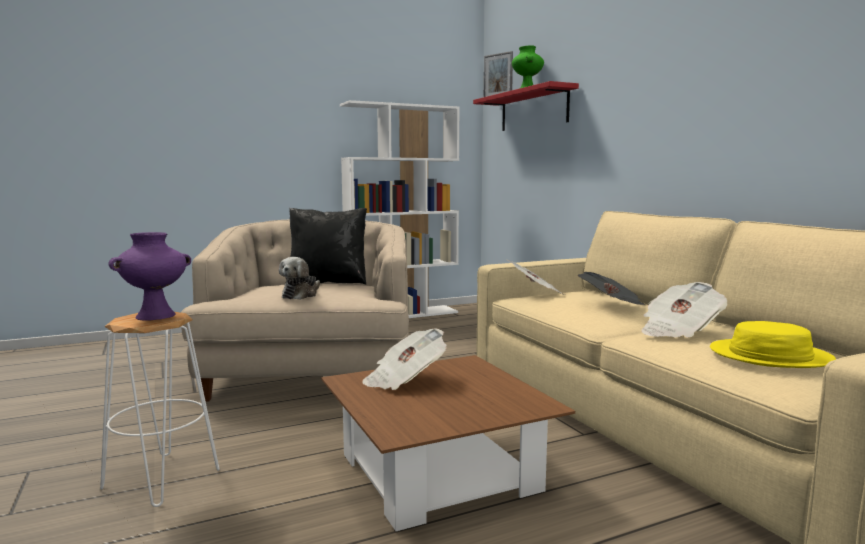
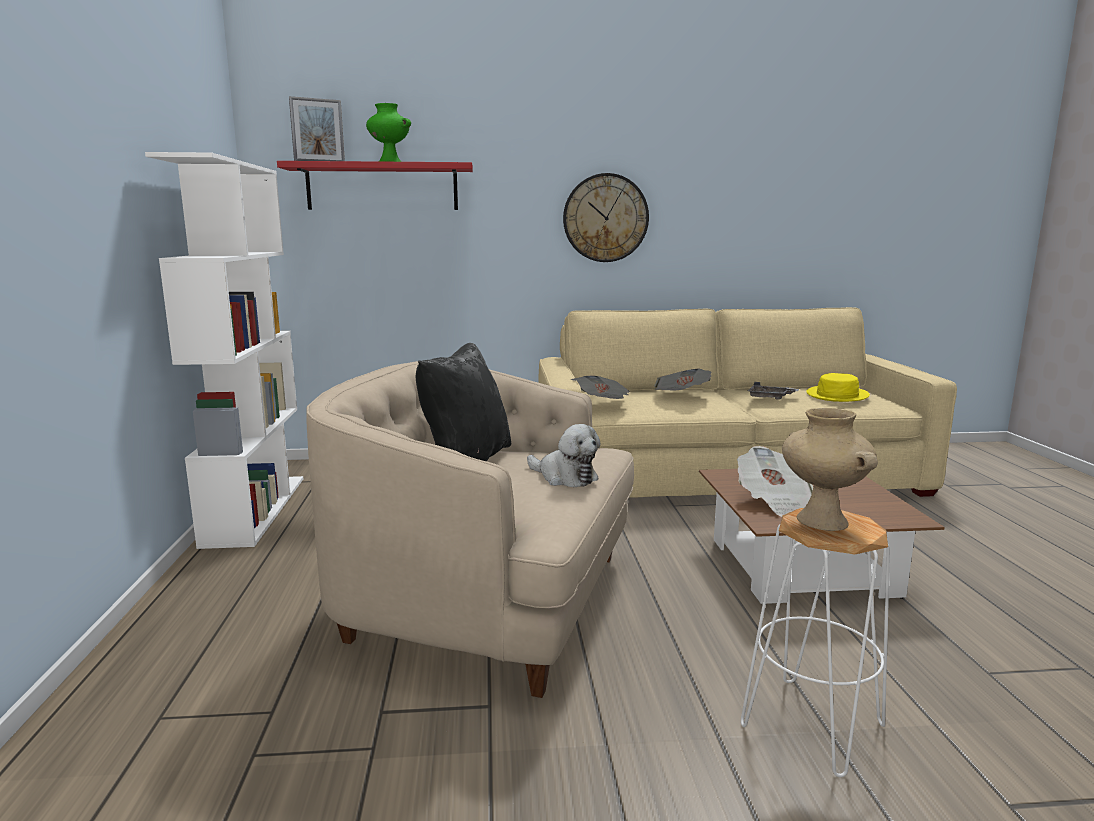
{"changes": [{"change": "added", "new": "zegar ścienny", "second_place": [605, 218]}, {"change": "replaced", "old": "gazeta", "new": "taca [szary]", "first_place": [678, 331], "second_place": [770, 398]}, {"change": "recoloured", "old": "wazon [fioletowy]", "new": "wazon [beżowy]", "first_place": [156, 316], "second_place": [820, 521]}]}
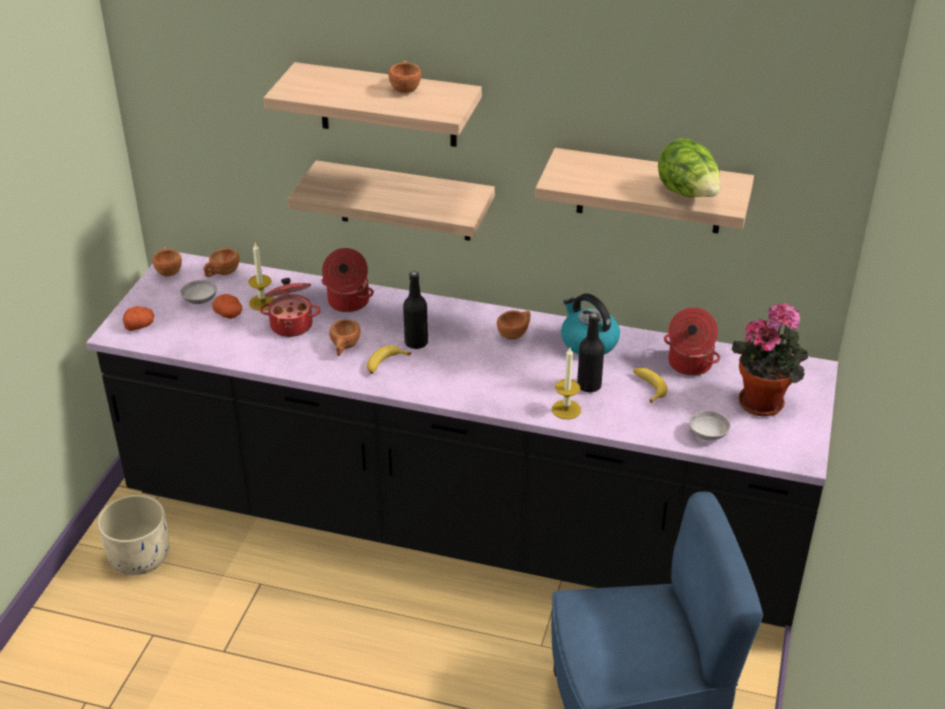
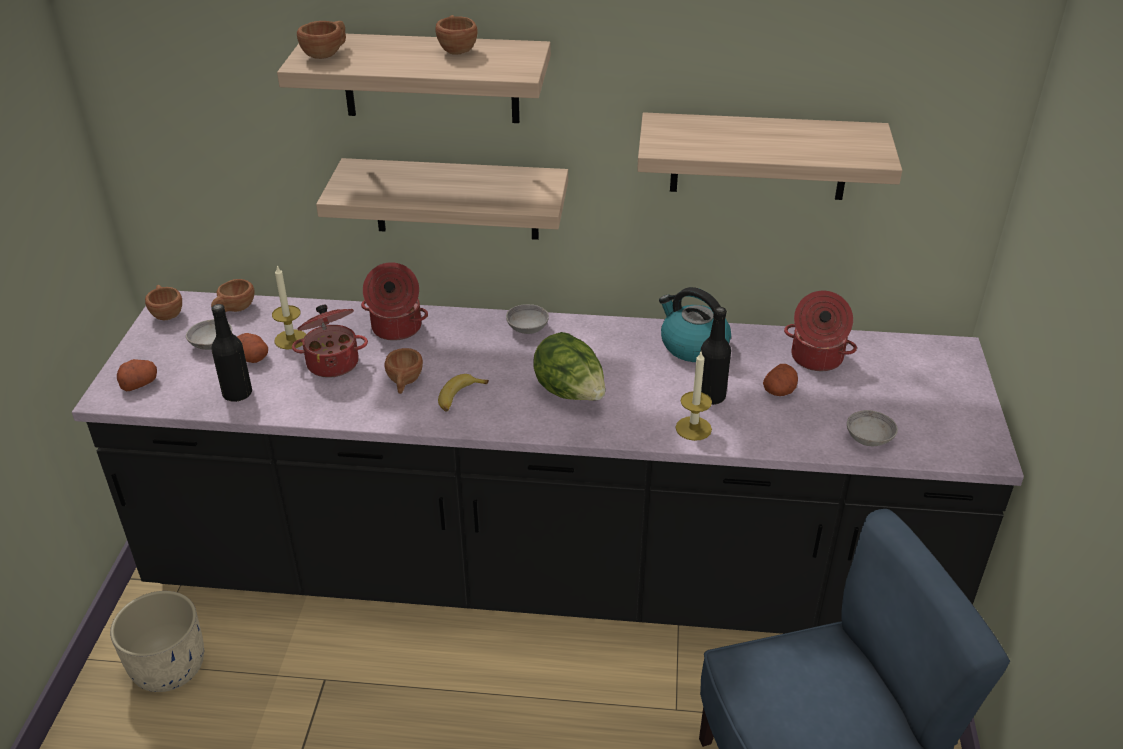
{"changes": [{"change": "moved", "old": "butelka [czarny]", "first_place": [416, 343], "second_place": [237, 394]}, {"change": "moved", "old": "filiżanka [brązowy]", "first_place": [515, 333], "second_place": [327, 54]}, {"change": "added", "new": "miska [szary]", "second_place": [527, 328]}, {"change": "moved", "old": "sałata", "first_place": [688, 194], "second_place": [570, 393]}, {"change": "replaced", "old": "banan", "new": "ziemniak", "first_place": [647, 387], "second_place": [779, 391]}, {"change": "removed", "old": "roślina doniczkowa", "first_place": [764, 401]}]}
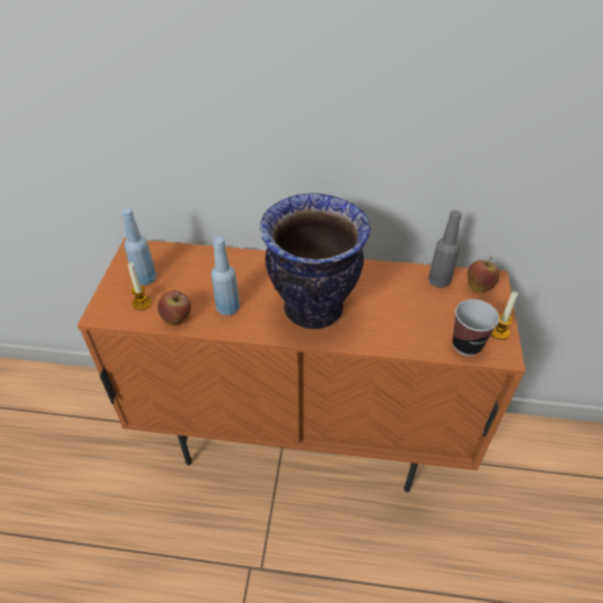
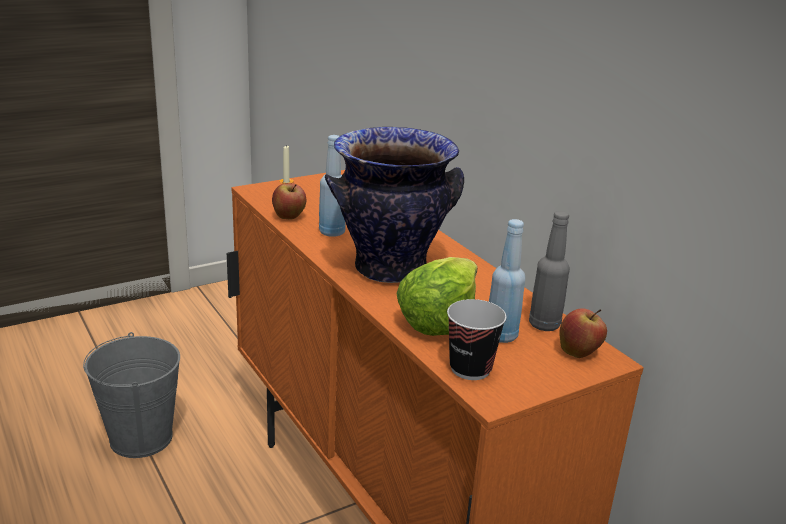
{"changes": [{"change": "added", "new": "wiadro [szary]", "second_place": [141, 438]}, {"change": "added", "new": "sałata", "second_place": [438, 318]}, {"change": "moved", "old": "butelka [niebieski]", "first_place": [145, 278], "second_place": [501, 336]}, {"change": "removed", "old": "świeca", "first_place": [499, 332]}]}
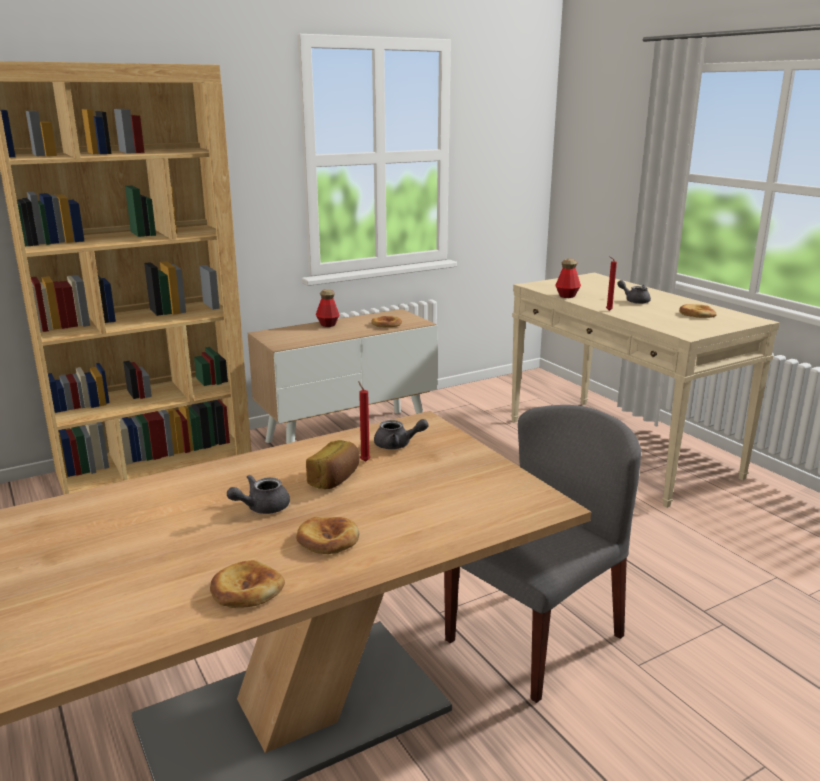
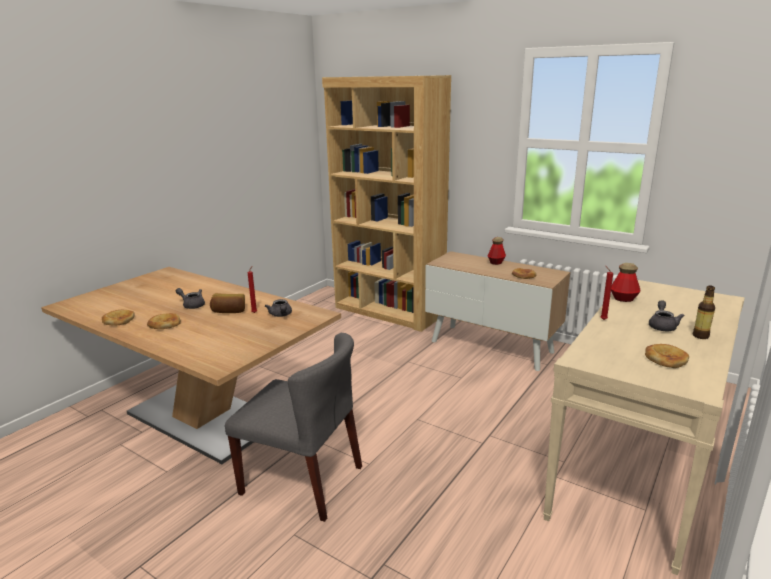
{"changes": [{"change": "added", "new": "butelka", "second_place": [700, 336]}]}
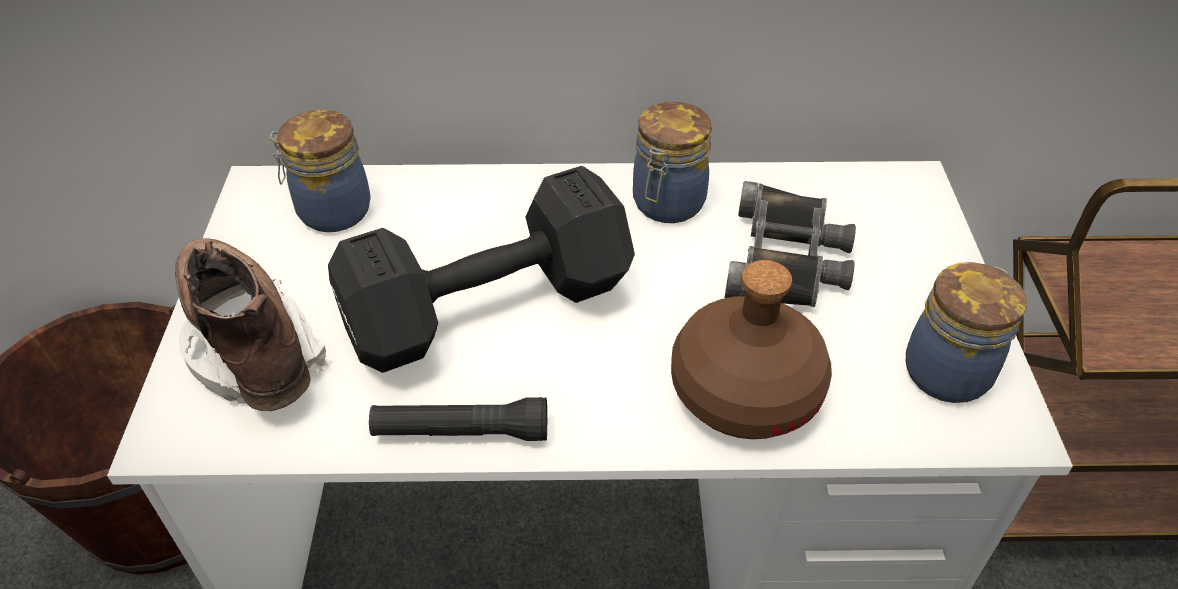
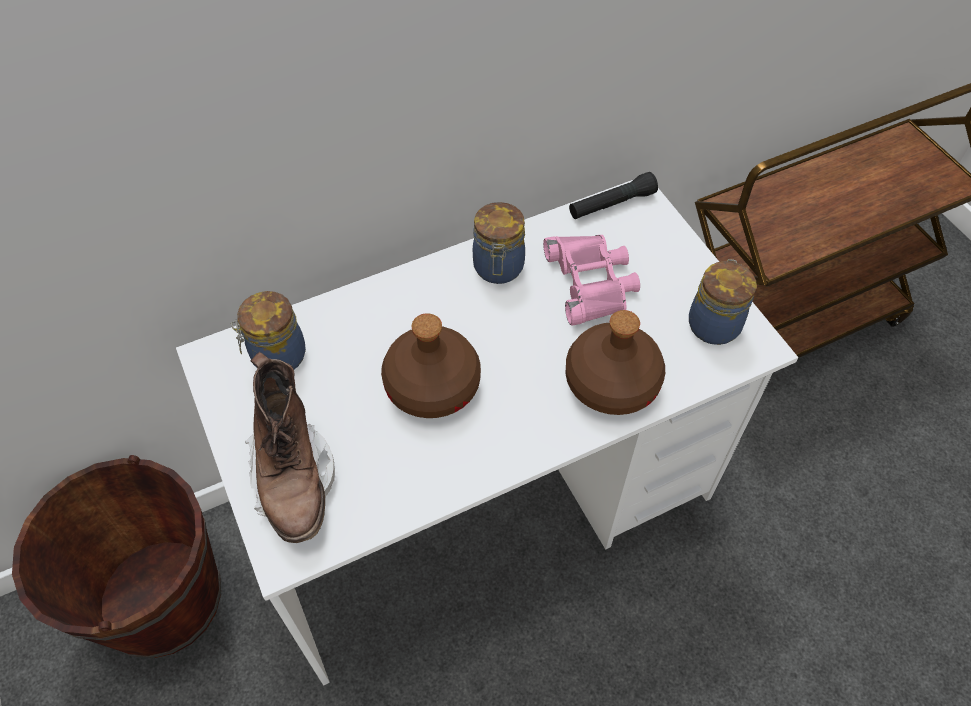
{"changes": [{"change": "turned", "old": "but z cholewką [brązowy]", "first_place": [250, 348], "second_place": [294, 477], "degrees": -135}, {"change": "replaced", "old": "hantel [czarny]", "new": "butelka [brązowy]", "first_place": [495, 307], "second_place": [433, 385]}, {"change": "recoloured", "old": "lornetka [czarny]", "new": "lornetka [różowy]", "first_place": [787, 259], "second_place": [591, 282]}, {"change": "moved", "old": "latarka [czarny]", "first_place": [461, 432], "second_place": [611, 204]}]}
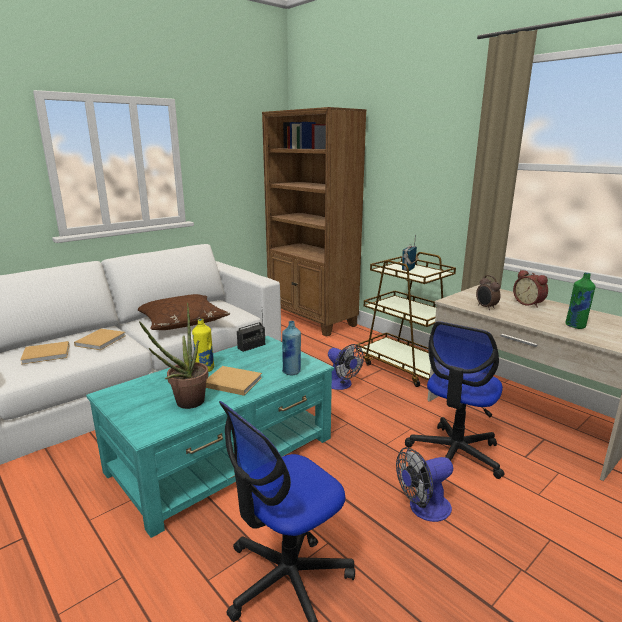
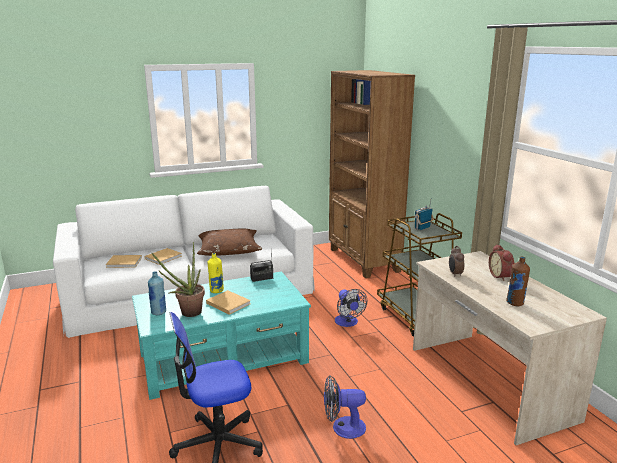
{"changes": [{"change": "moved", "old": "butelka [niebieski]", "first_place": [291, 372], "second_place": [158, 312]}, {"change": "recoloured", "old": "butelka [zielony]", "new": "butelka [brązowy]", "first_place": [575, 326], "second_place": [515, 303]}, {"change": "removed", "old": "krzesło biurowe", "first_place": [455, 454]}]}
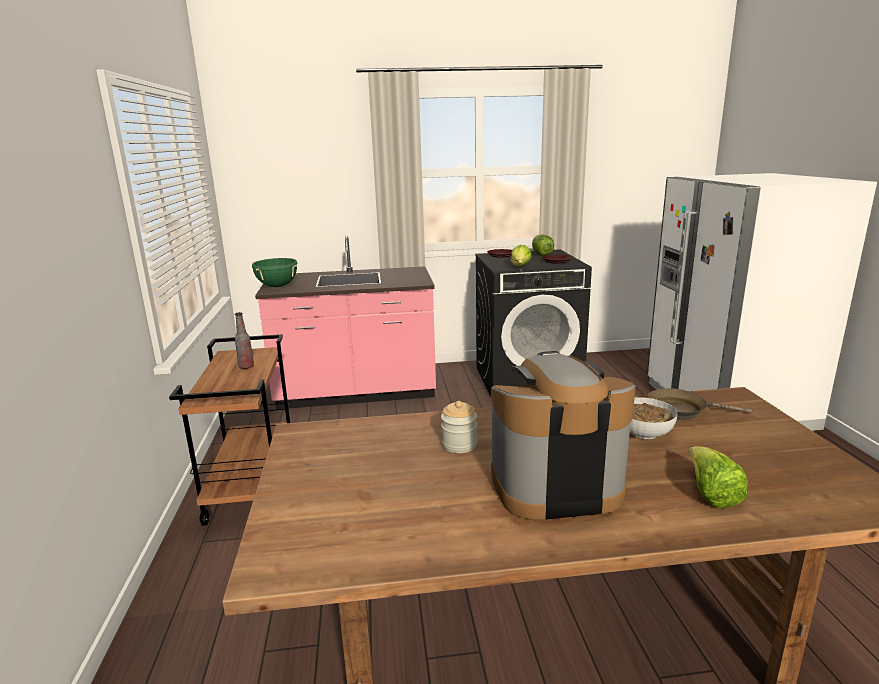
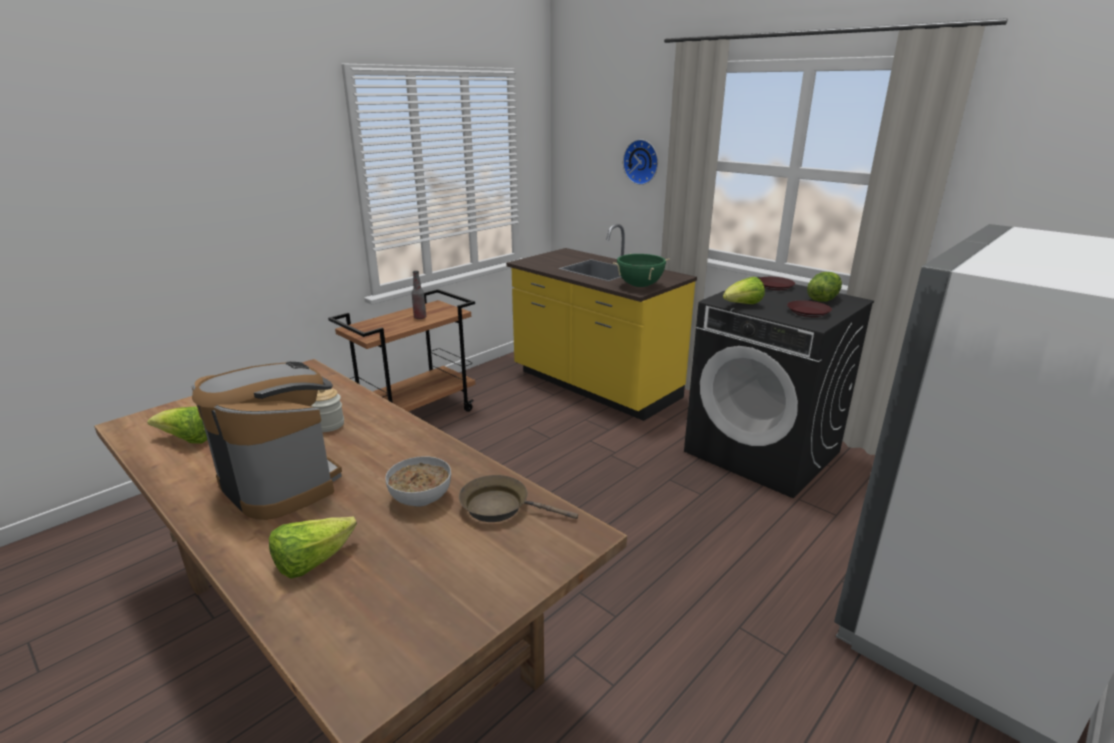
{"changes": [{"change": "added", "new": "sałata", "second_place": [188, 440]}, {"change": "turned", "old": "patelnia [brązowy]", "first_place": [681, 410], "second_place": [500, 507], "degrees": -45}, {"change": "recoloured", "old": "zabudowa kuchenna [różowy]", "new": "zabudowa kuchenna [żółty]", "first_place": [356, 393], "second_place": [594, 386]}, {"change": "moved", "old": "garnek [zielony]", "first_place": [277, 286], "second_place": [640, 286]}, {"change": "added", "new": "zegar ścienny", "second_place": [642, 162]}]}
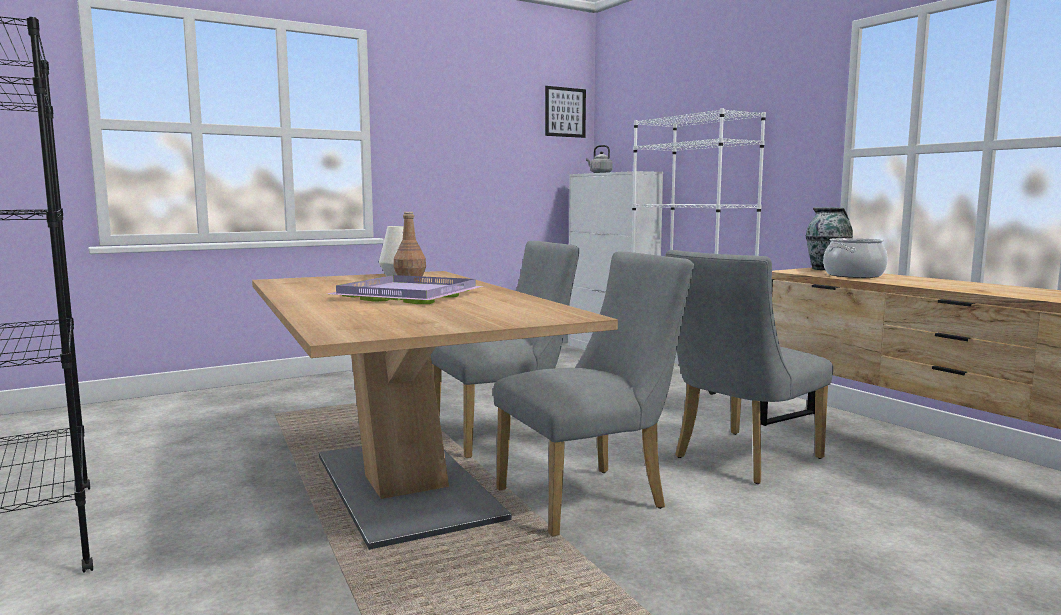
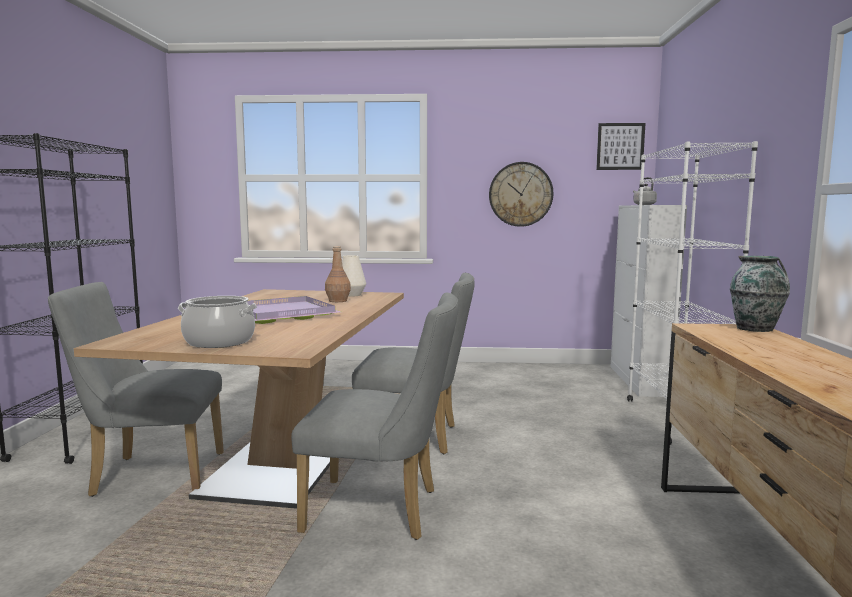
{"changes": [{"change": "moved", "old": "krzesło [szary]", "first_place": [740, 460], "second_place": [149, 474]}, {"change": "moved", "old": "garnek", "first_place": [853, 275], "second_place": [219, 342]}, {"change": "added", "new": "zegar ścienny", "second_place": [520, 194]}]}
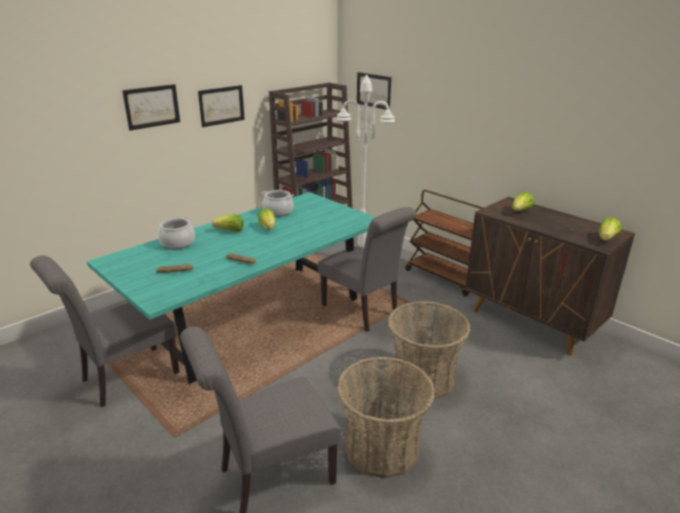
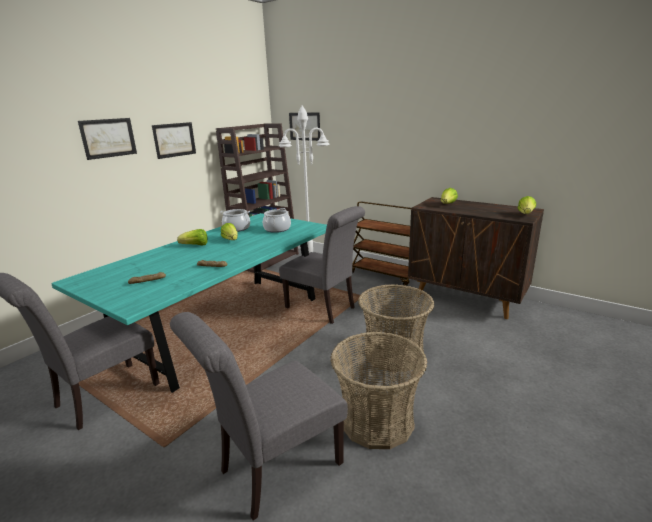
{"changes": [{"change": "moved", "old": "garnek", "first_place": [178, 243], "second_place": [277, 229]}]}
